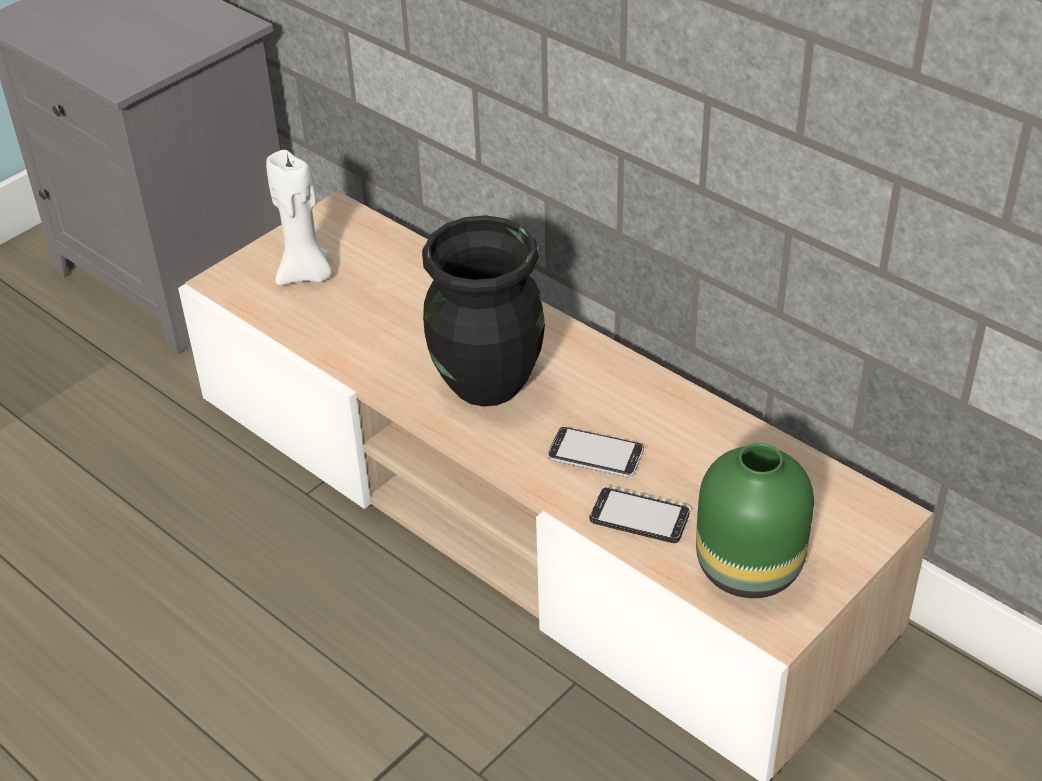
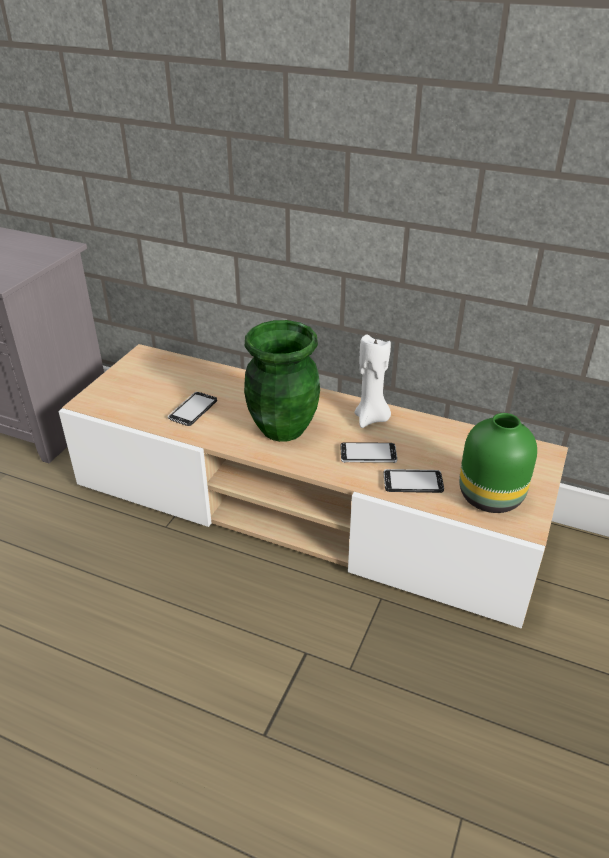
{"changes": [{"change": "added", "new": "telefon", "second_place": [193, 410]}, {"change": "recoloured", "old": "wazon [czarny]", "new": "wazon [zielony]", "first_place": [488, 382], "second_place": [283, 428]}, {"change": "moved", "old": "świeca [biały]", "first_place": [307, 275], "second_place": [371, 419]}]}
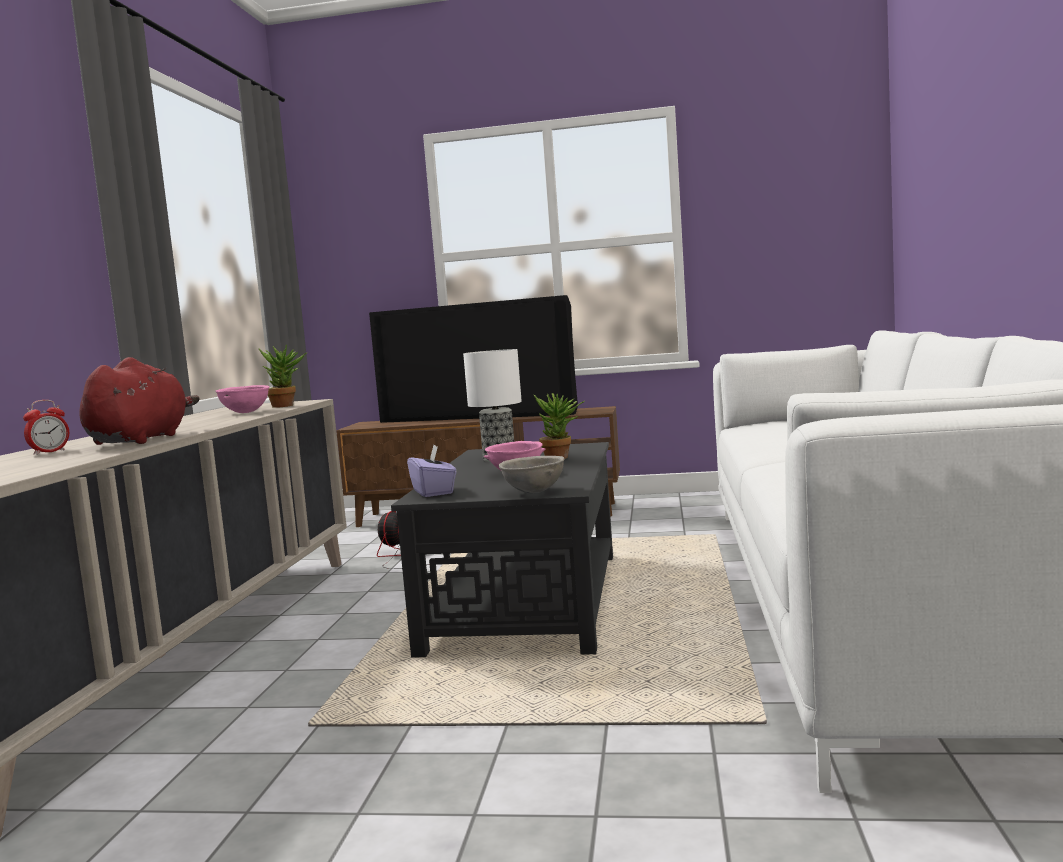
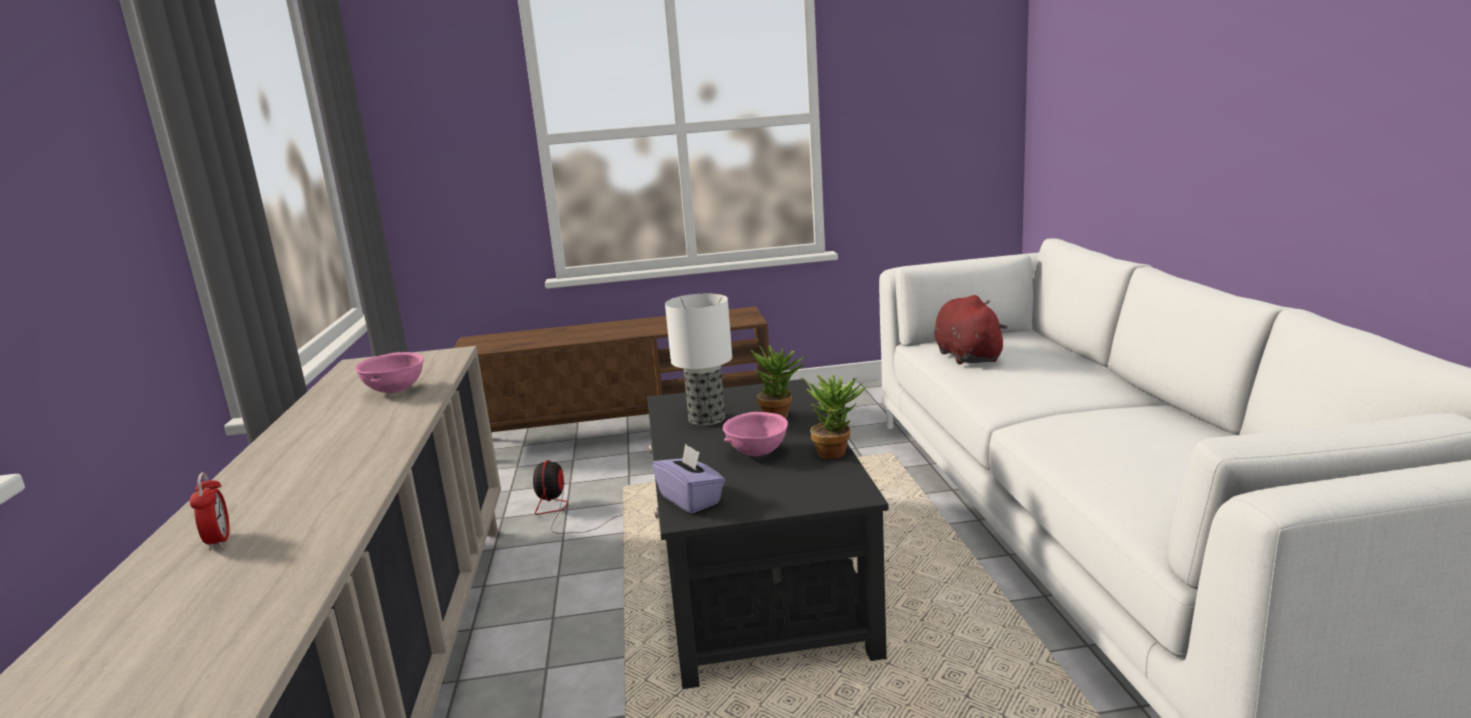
{"changes": [{"change": "turned", "old": "budzik", "first_place": [49, 452], "second_place": [219, 541], "degrees": -45}, {"change": "moved", "old": "roślina doniczkowa", "first_place": [287, 405], "second_place": [835, 451]}, {"change": "moved", "old": "pluszak [czerwony]", "first_place": [141, 440], "second_place": [966, 356]}, {"change": "removed", "old": "telewizor", "first_place": [478, 417]}, {"change": "removed", "old": "miska [szary]", "first_place": [533, 492]}]}
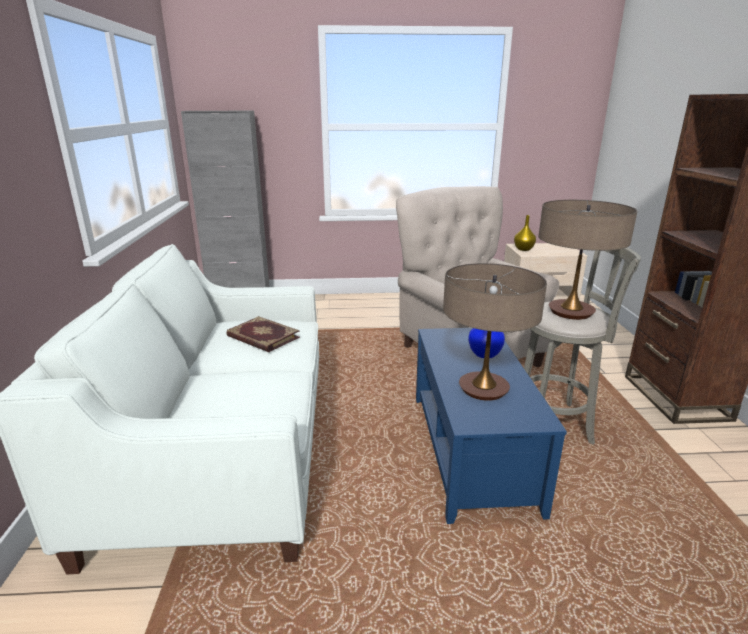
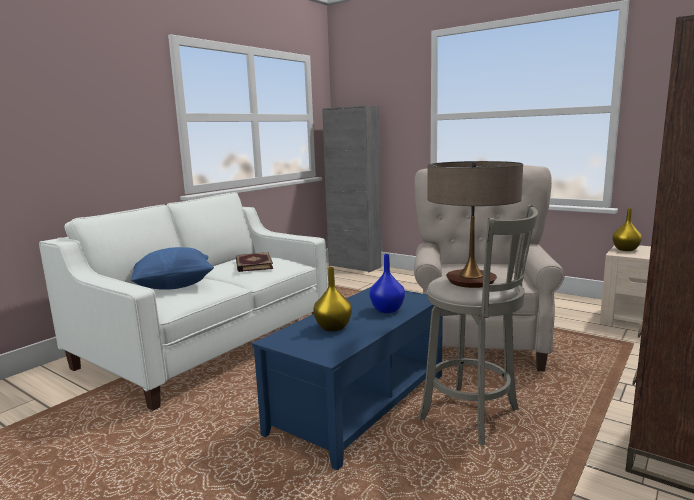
{"changes": [{"change": "added", "new": "poduszka [niebieski]", "second_place": [174, 286]}, {"change": "replaced", "old": "lampa stołowa", "new": "wazon [żółty]", "first_place": [483, 389], "second_place": [332, 327]}]}
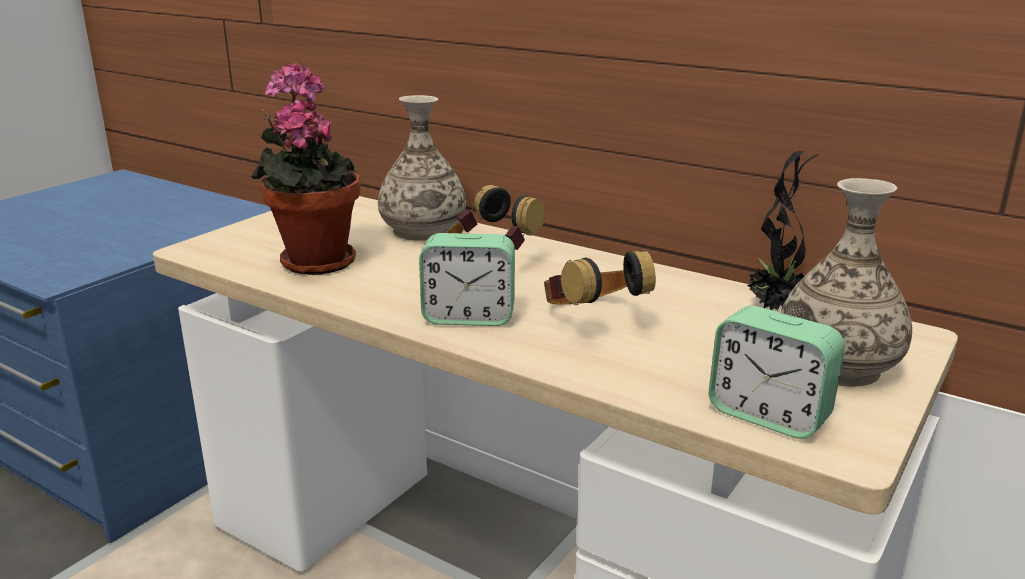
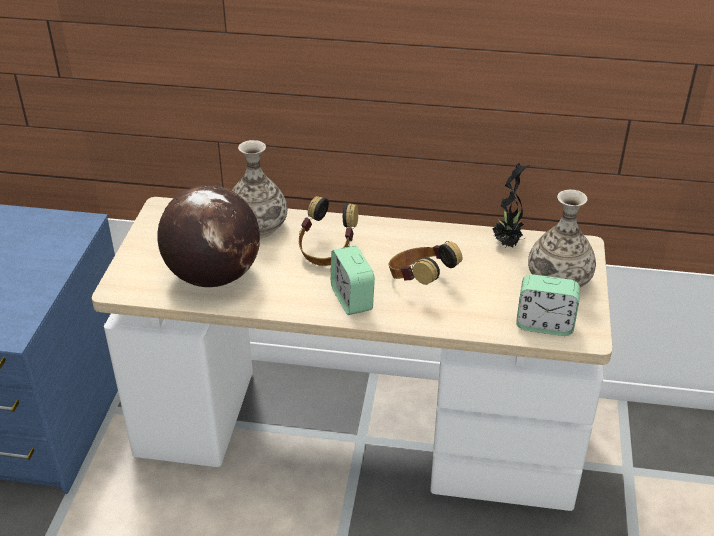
{"changes": [{"change": "replaced", "old": "roślina doniczkowa", "new": "globus", "first_place": [314, 260], "second_place": [213, 276]}, {"change": "turned", "old": "budzik", "first_place": [469, 317], "second_place": [352, 299], "degrees": 90}]}
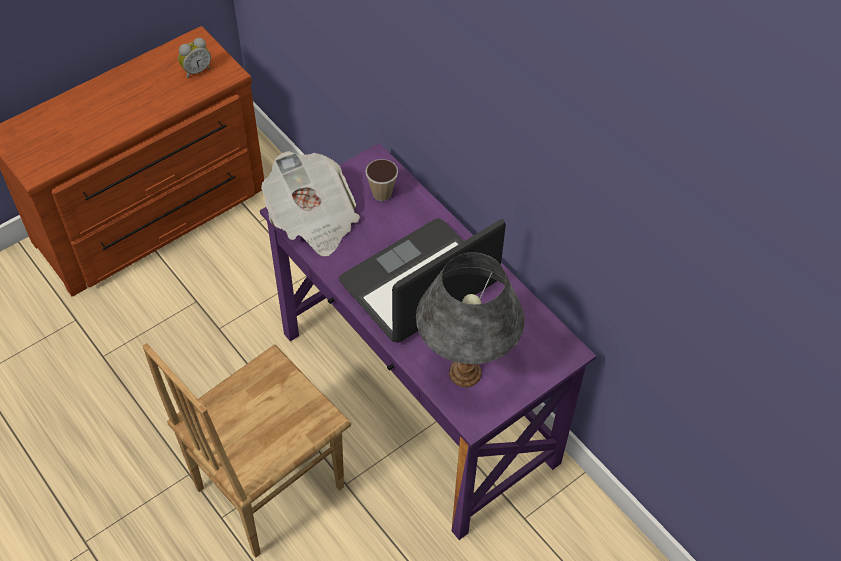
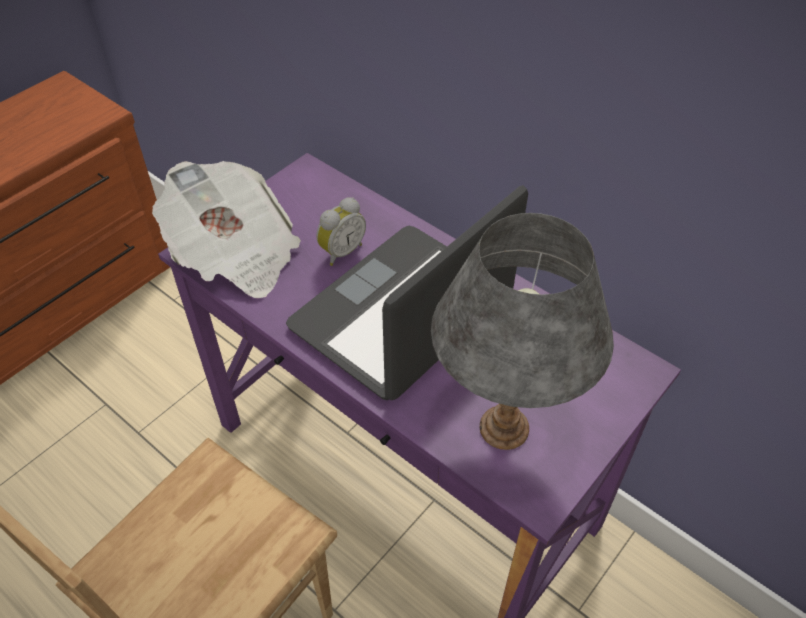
{"changes": [{"change": "moved", "old": "budzik", "first_place": [196, 70], "second_place": [341, 251]}, {"change": "removed", "old": "filiżanka", "first_place": [382, 194]}]}
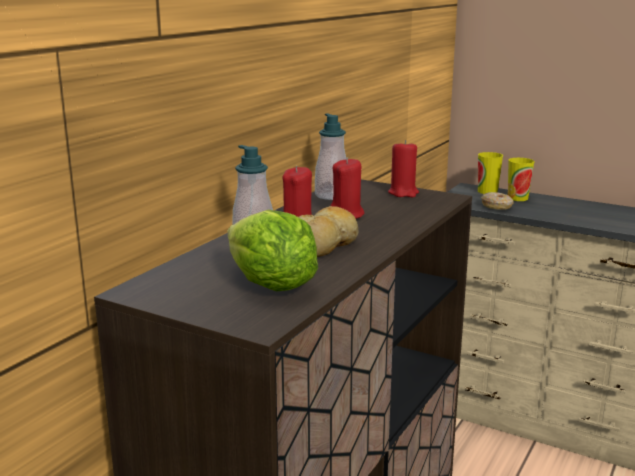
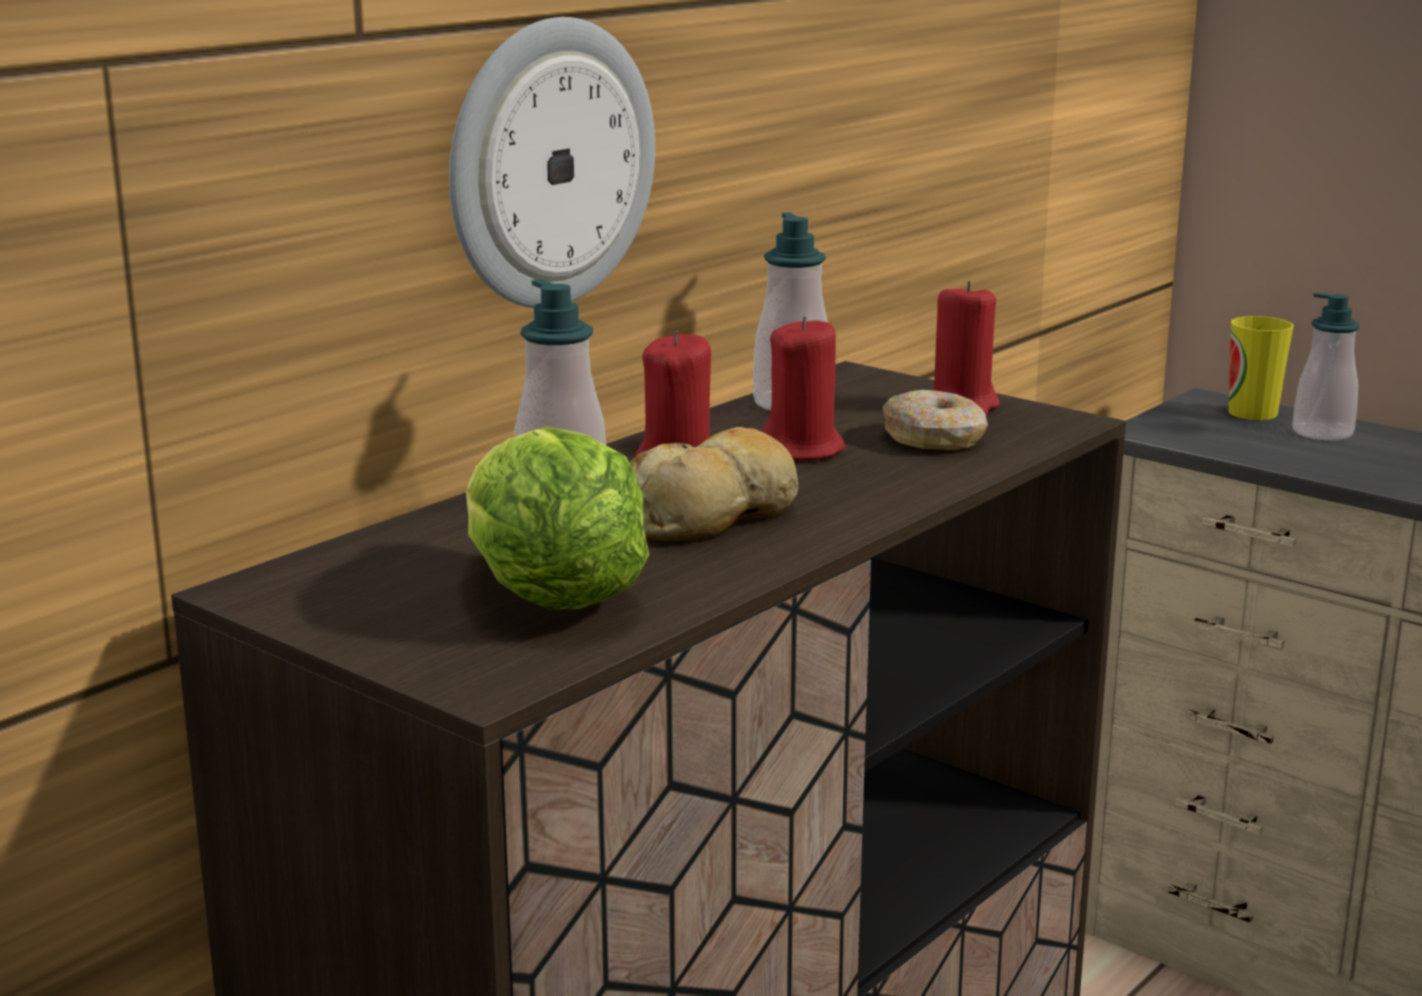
{"changes": [{"change": "added", "new": "zegar ścienny", "second_place": [549, 164]}, {"change": "moved", "old": "donut", "first_place": [497, 206], "second_place": [935, 438]}, {"change": "replaced", "old": "filiżanka", "new": "dozownik mydła", "first_place": [517, 198], "second_place": [1322, 433]}]}
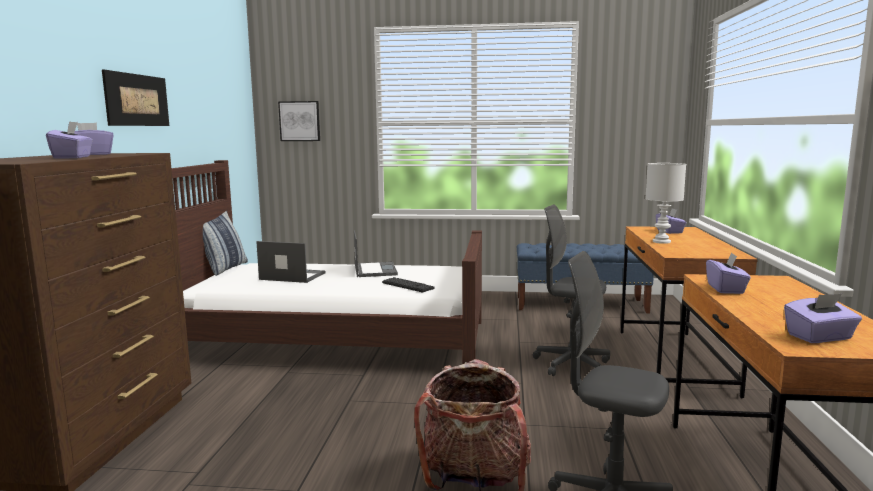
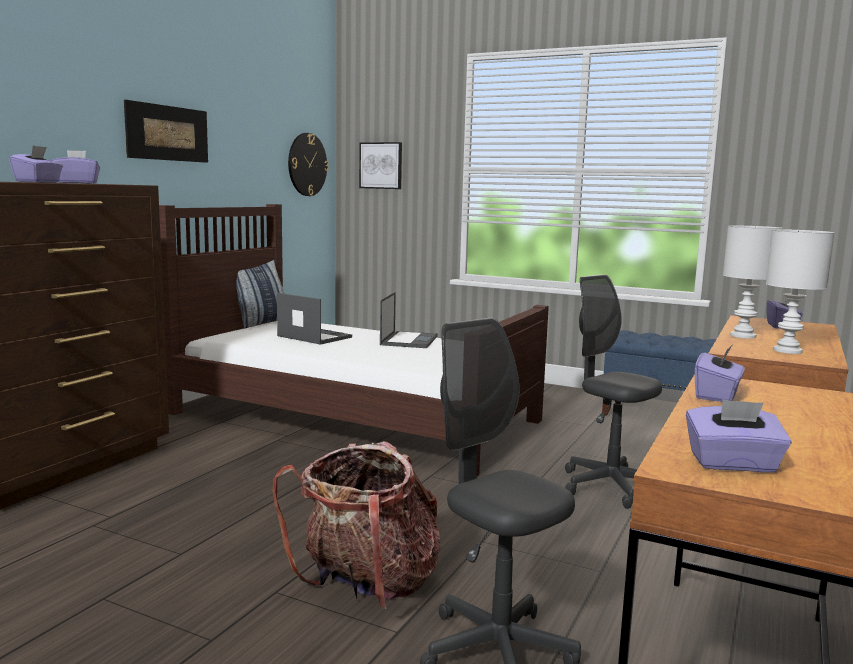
{"changes": [{"change": "added", "new": "zegar ścienny", "second_place": [307, 164]}, {"change": "added", "new": "lampa stołowa [biały]", "second_place": [788, 351]}, {"change": "removed", "old": "klawiatura", "first_place": [407, 285]}]}
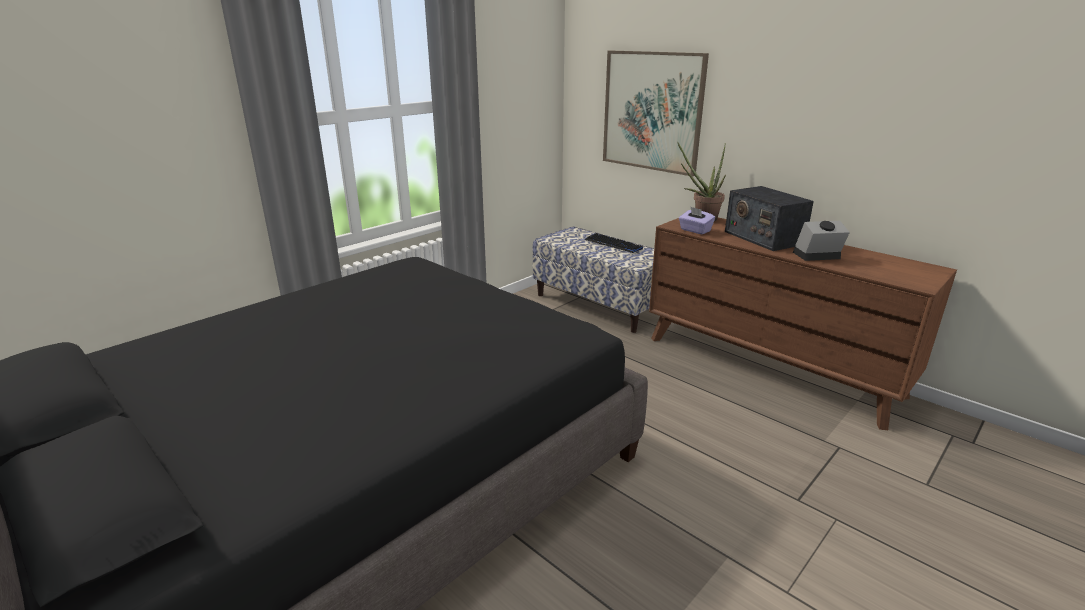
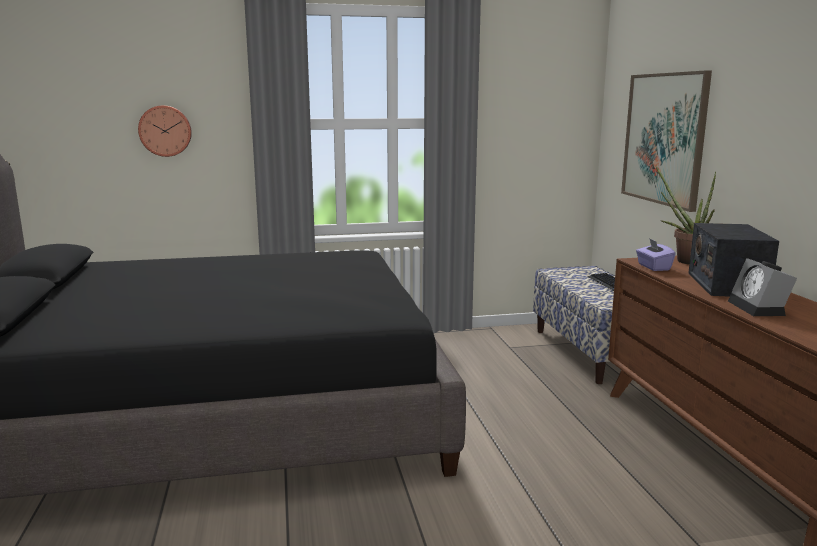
{"changes": [{"change": "added", "new": "zegar ścienny", "second_place": [165, 131]}, {"change": "turned", "old": "budzik", "first_place": [816, 256], "second_place": [759, 308], "degrees": -120}]}
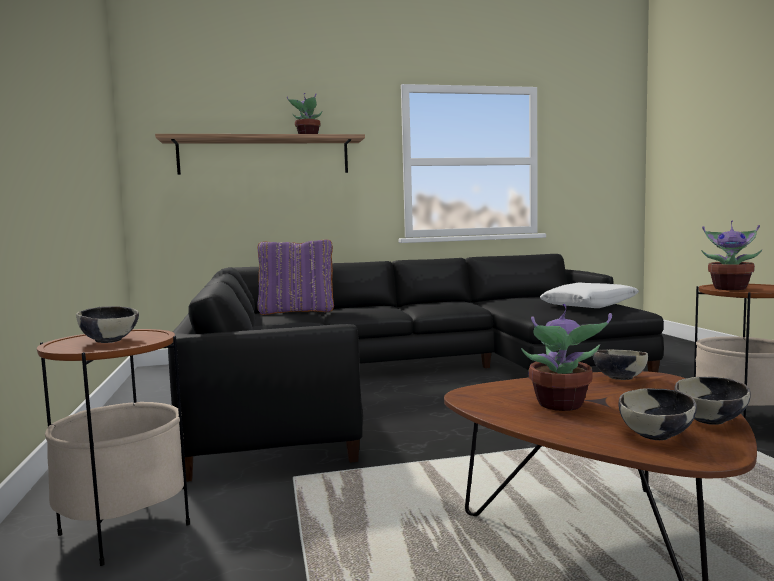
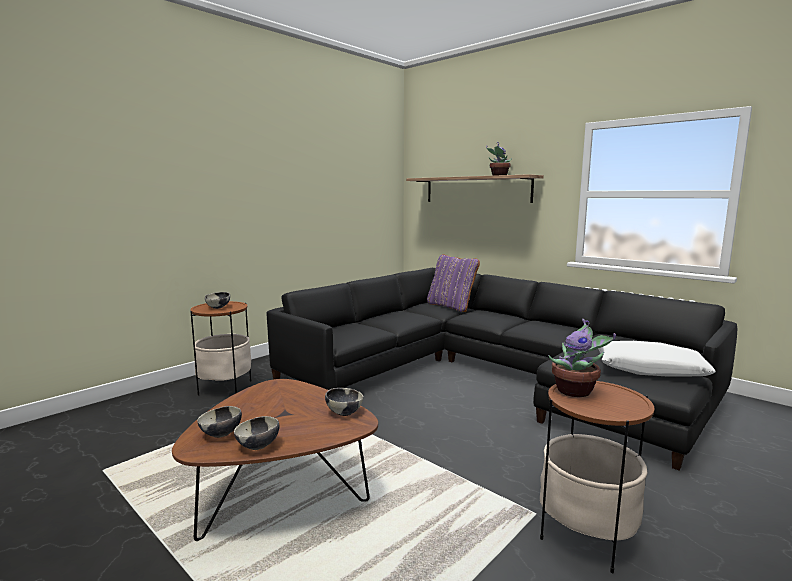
{"changes": [{"change": "removed", "old": "roślina doniczkowa", "first_place": [560, 405]}]}
